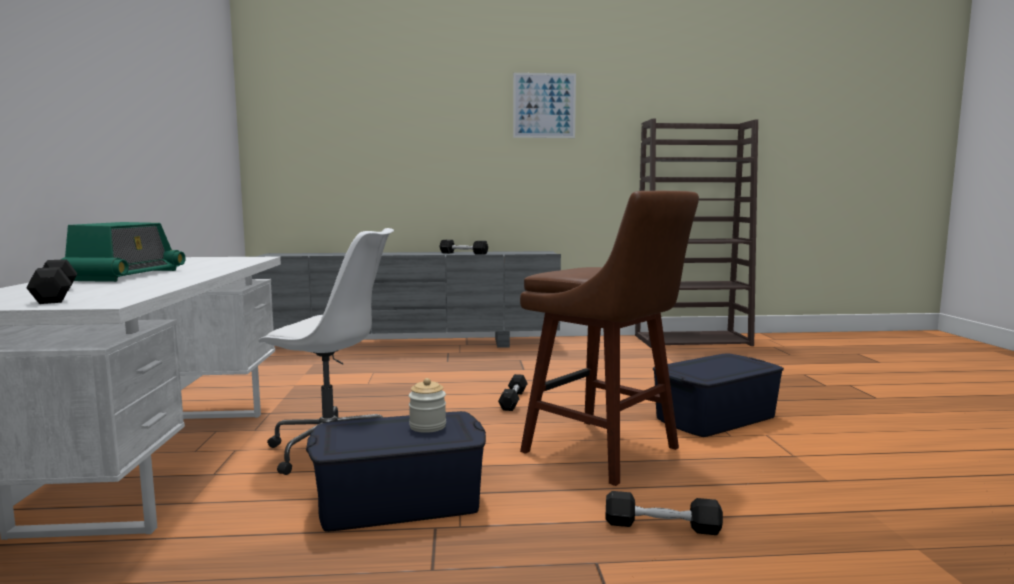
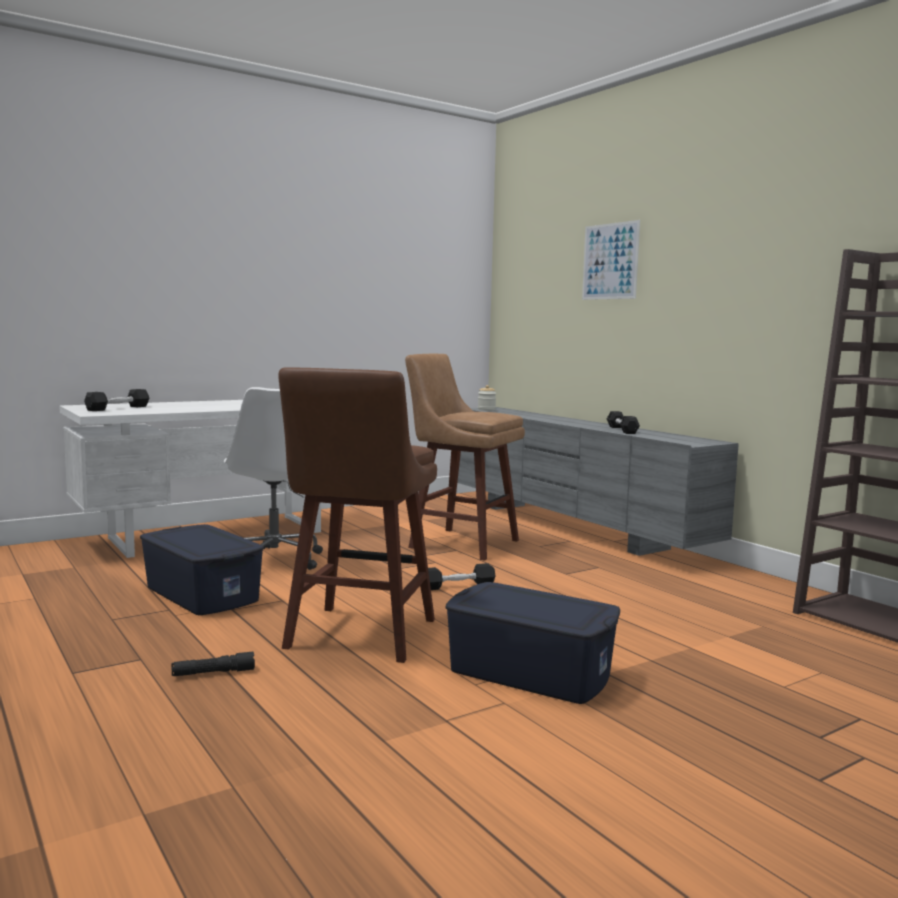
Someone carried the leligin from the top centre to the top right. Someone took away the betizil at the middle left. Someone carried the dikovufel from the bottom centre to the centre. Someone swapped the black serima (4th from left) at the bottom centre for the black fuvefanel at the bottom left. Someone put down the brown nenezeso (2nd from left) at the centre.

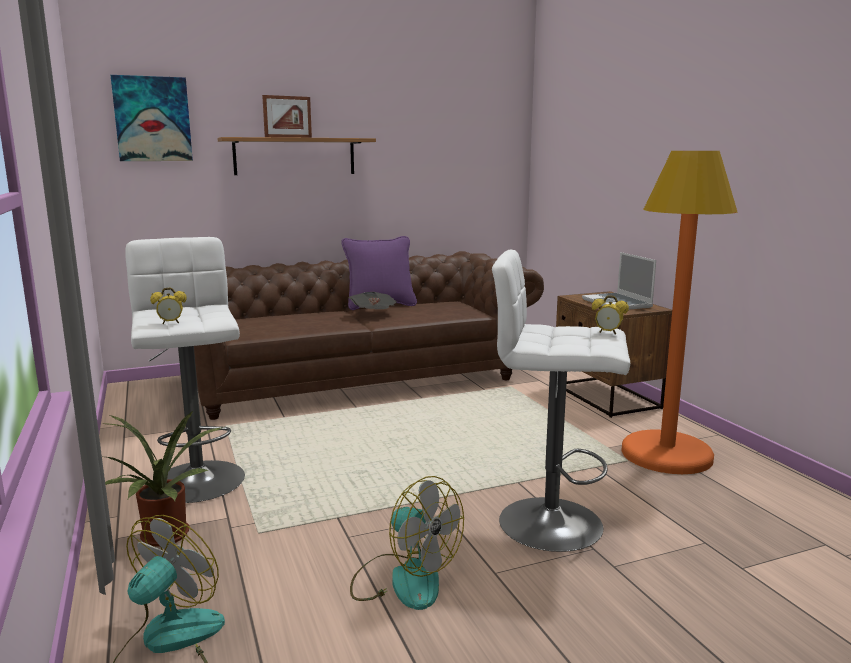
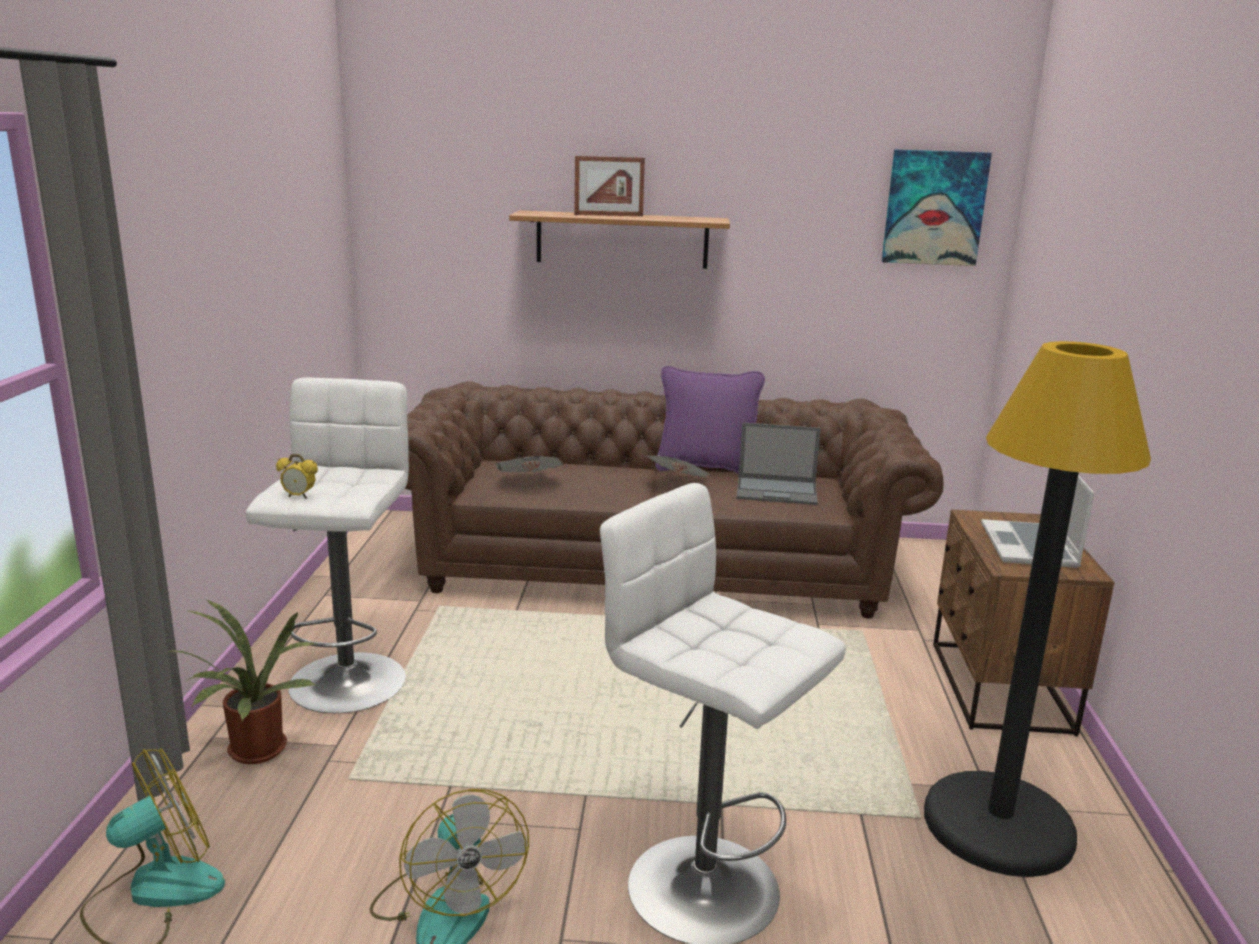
Someone carried the leligin from the top left to the top right. Someone repainted the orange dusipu at the middle right, which became the black dusipu at the middle right. Someone took away the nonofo (2nd from left) at the middle right. Someone put down the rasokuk (1st from left) at the centre. Someone put down the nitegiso (1st from left) at the centre.

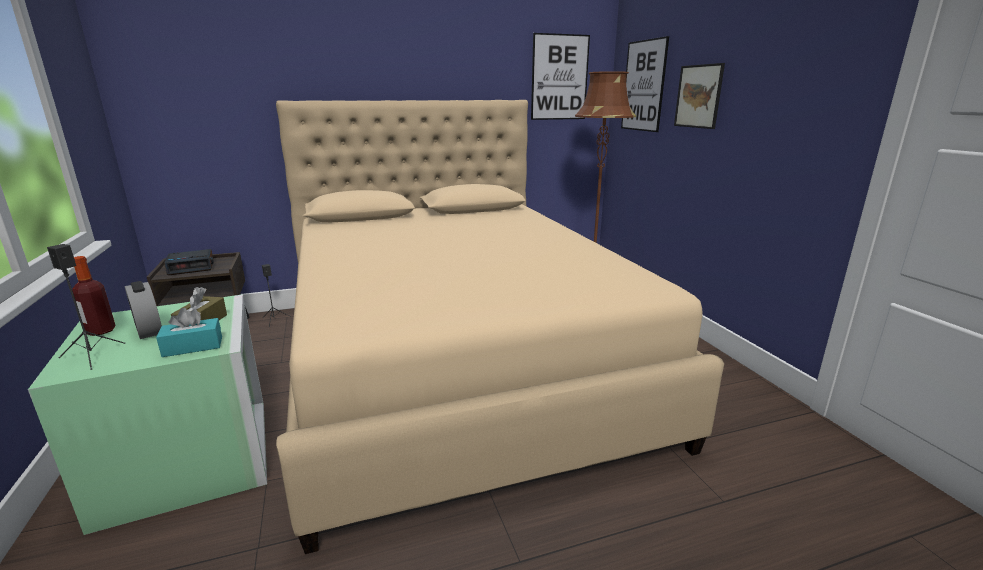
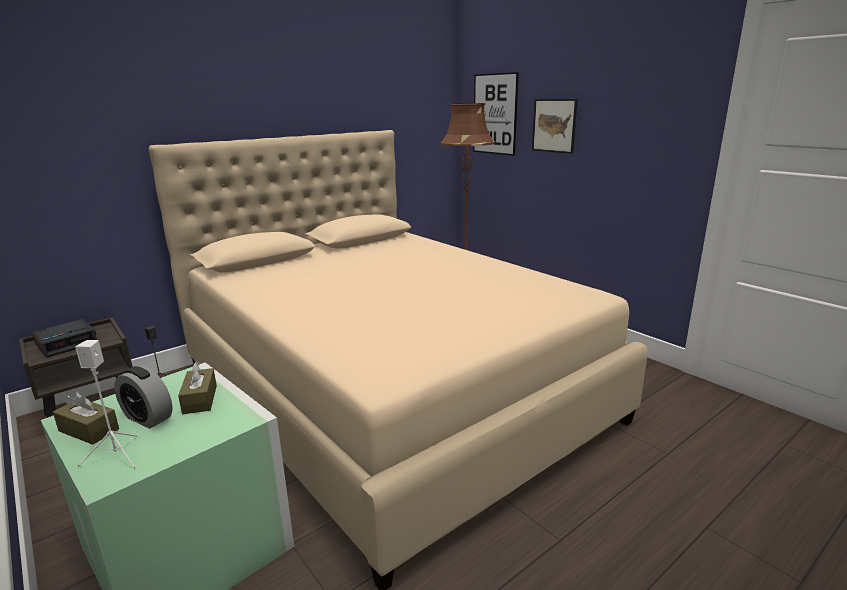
Someone took away the leligin (1st from left) at the top centre. Someone repainted the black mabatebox (1st from left) at the middle left, which became the white mabatebox at the bottom left. Someone swapped the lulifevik at the middle left for the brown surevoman (1st from left) at the bottom left. Someone took away the turquoise surevoman at the middle left.

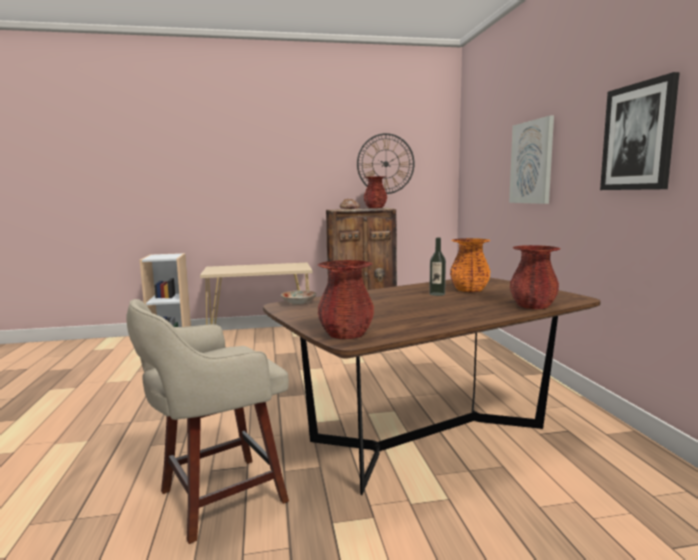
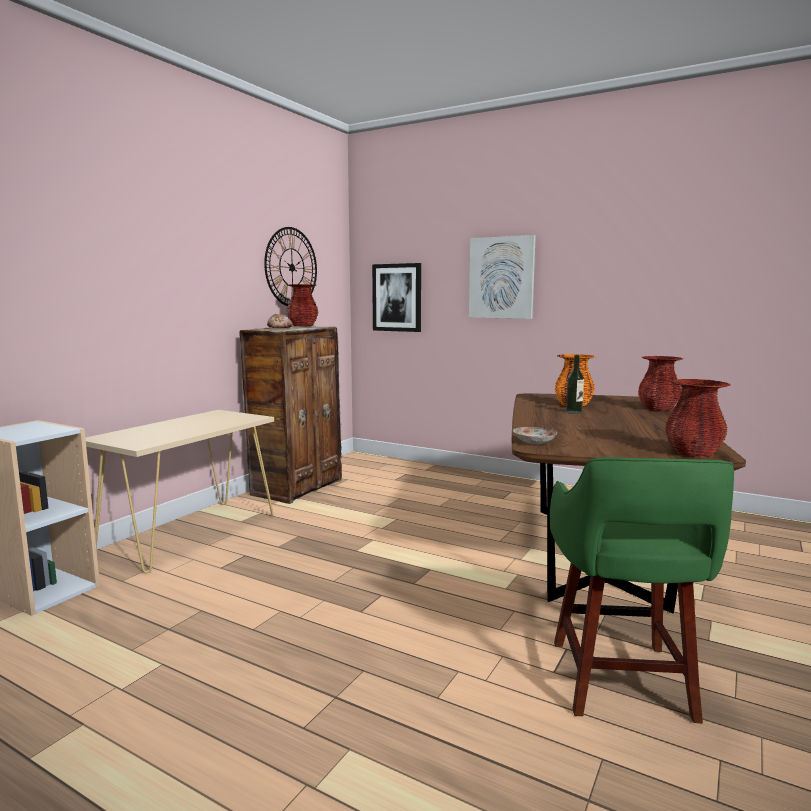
Someone carried the leligin (2nd from left in the first image) from the top right to the centre. Someone repainted the beige nenezeso at the bottom left, which became the green nenezeso at the bottom right.

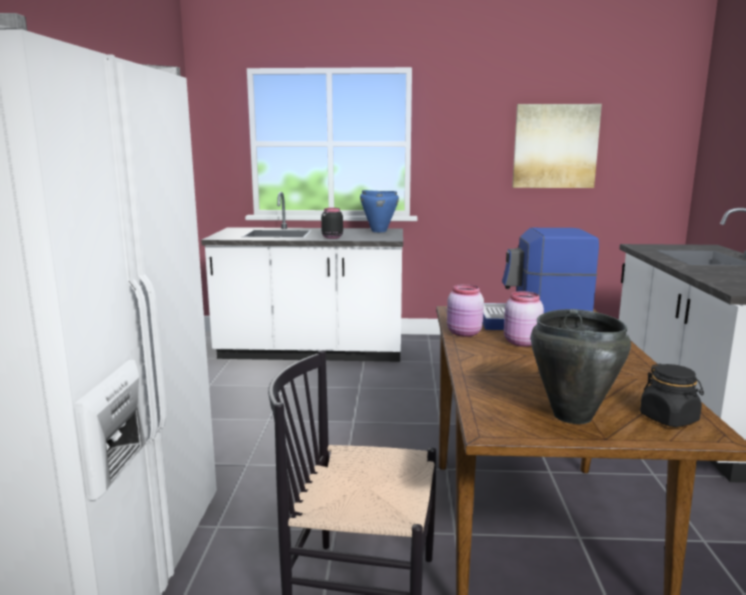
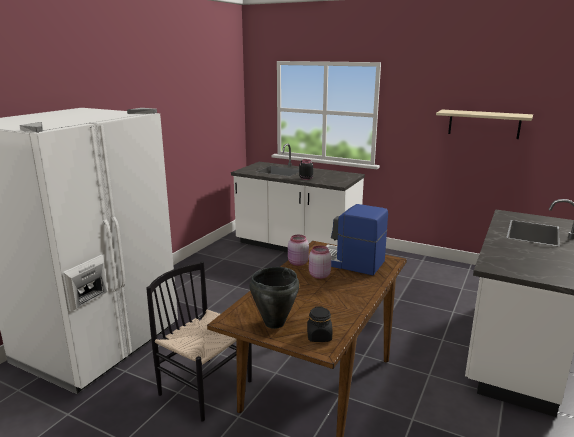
Someone swapped the leligin at the top right for the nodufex at the top right. Someone took away the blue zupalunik at the centre.

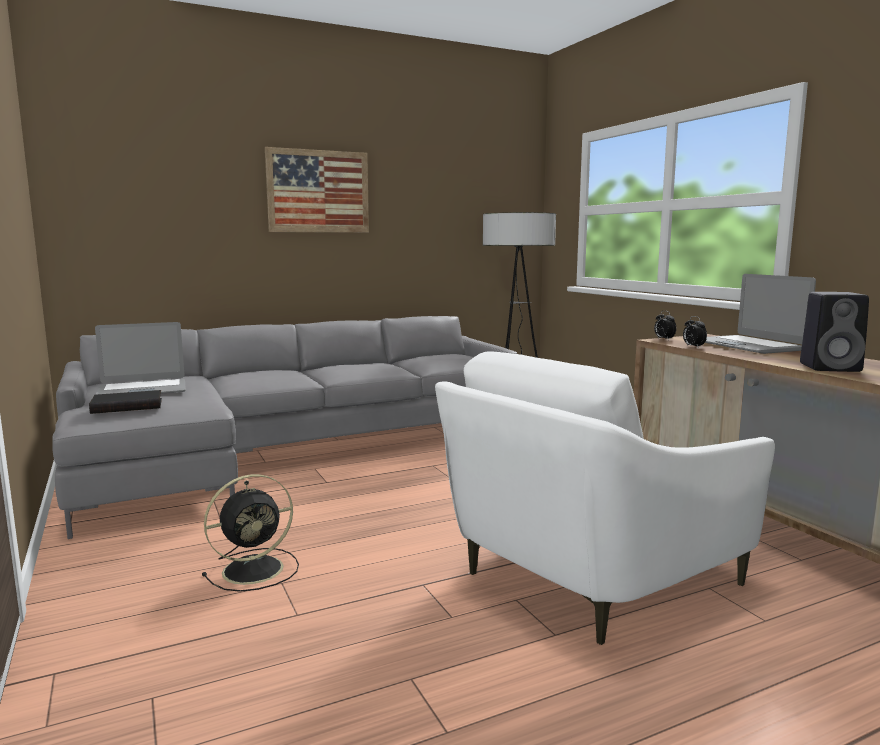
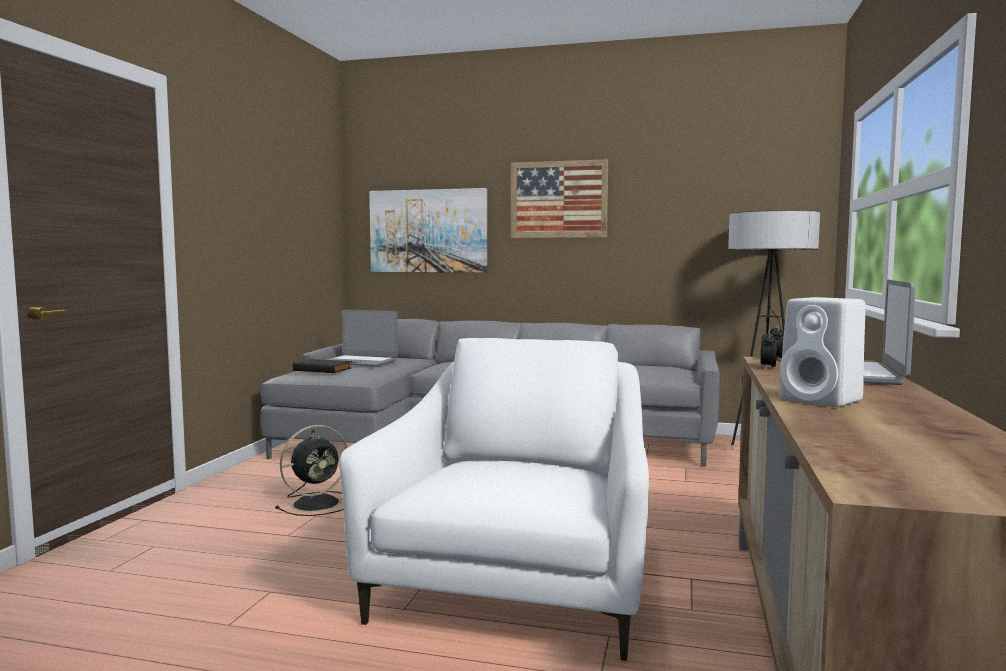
Someone repainted the black mabatebox at the middle right, which became the white mabatebox at the middle right. Someone rotated the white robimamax at the bottom right by 105 degrees clockwise. Someone rotated the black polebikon at the bottom left by 45 degrees counterclockwise. Someone put up the leligin (1st from left) at the centre.

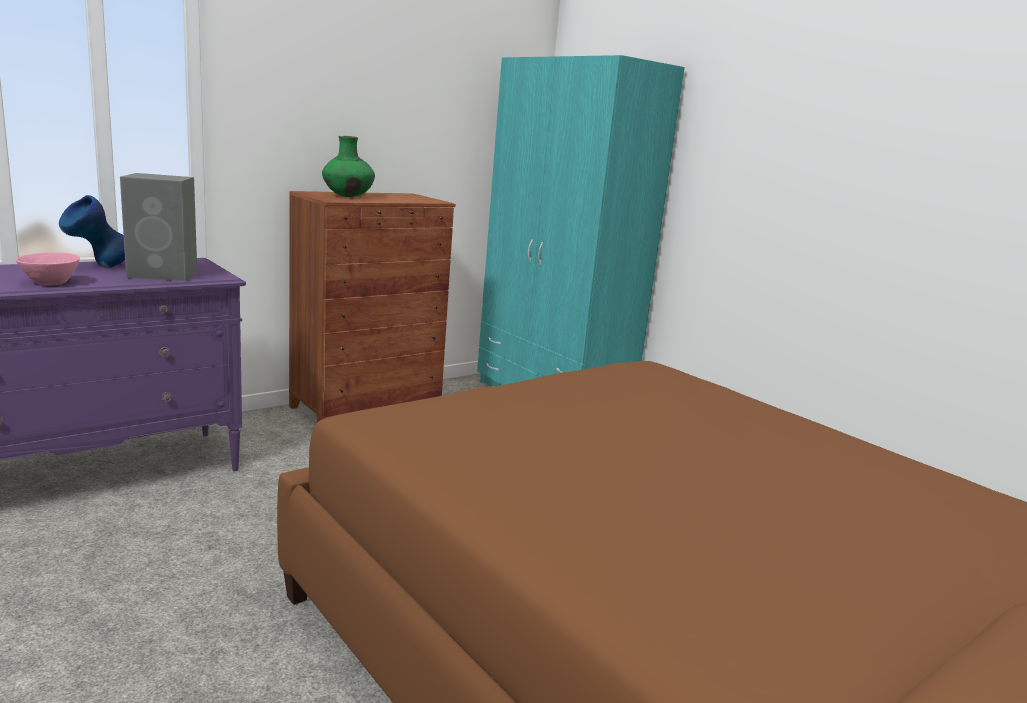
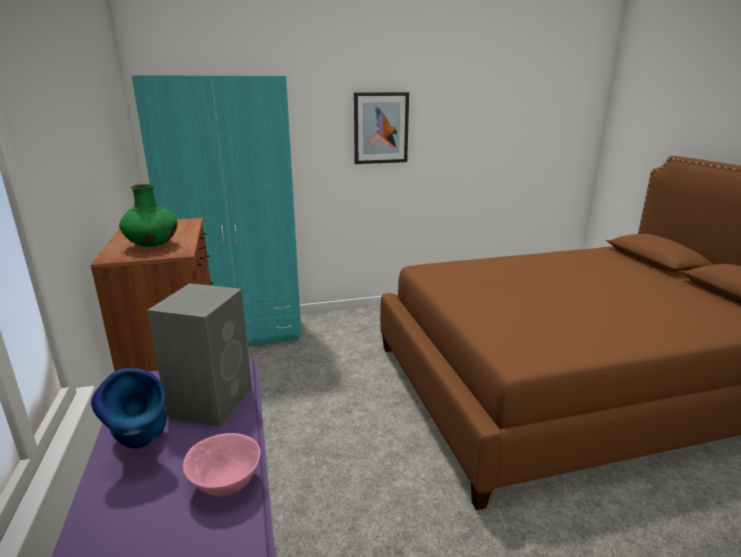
Someone put up the leligin at the top centre.

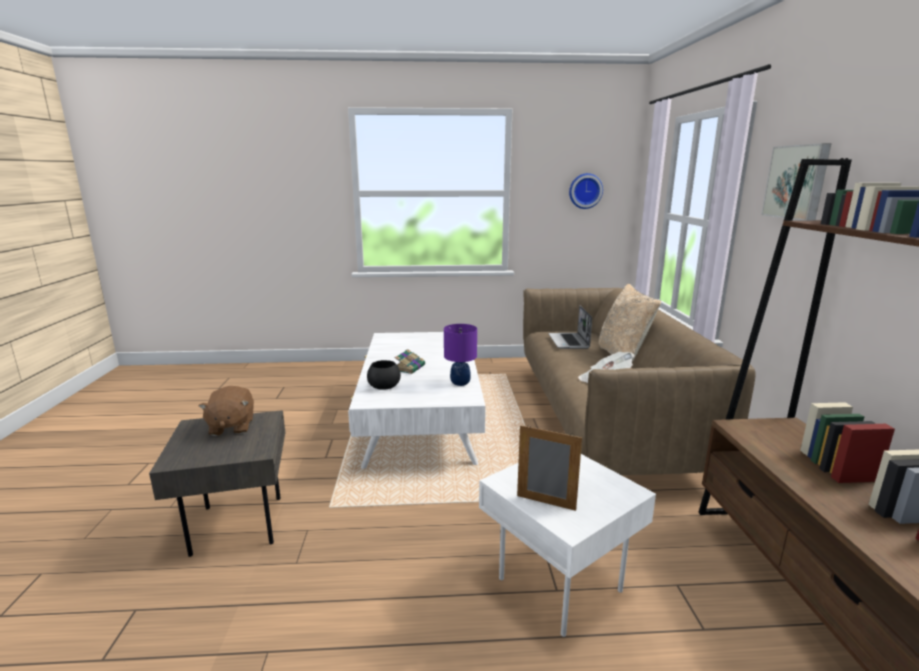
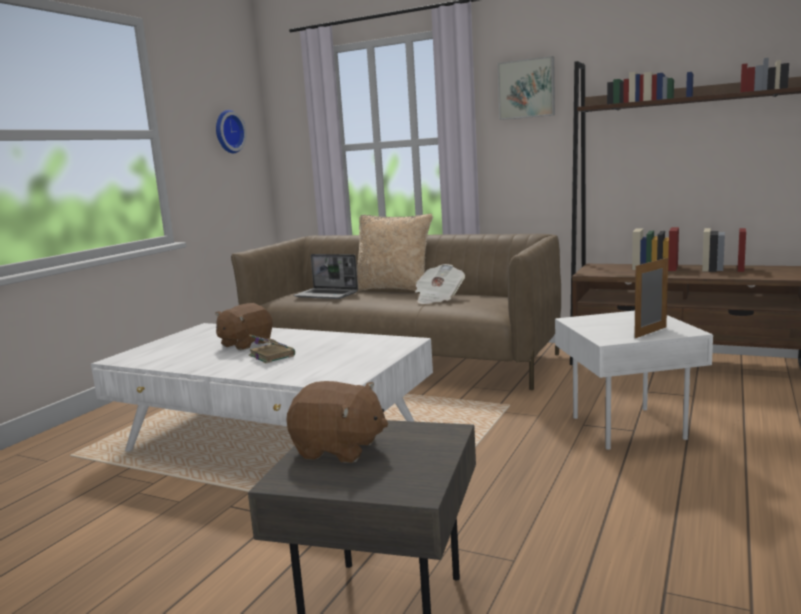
Someone took away the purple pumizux at the centre. Someone took away the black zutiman at the centre. Someone put down the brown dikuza (1st from left) at the middle left.

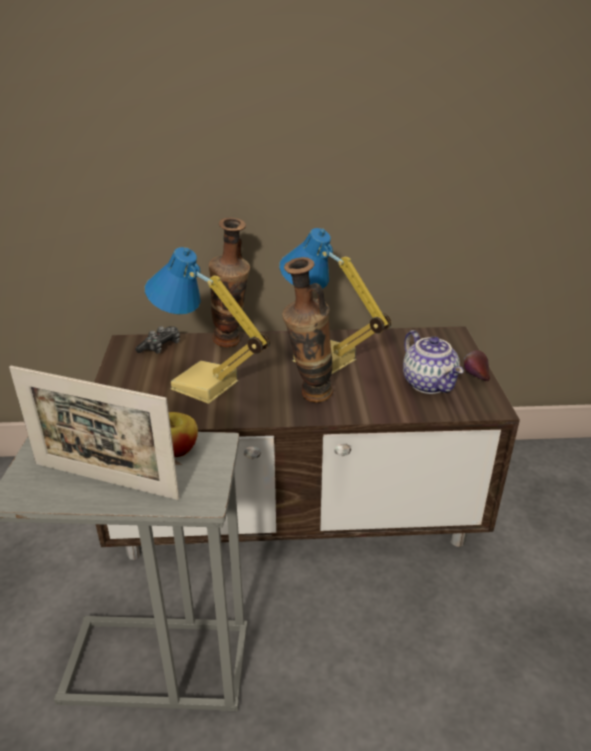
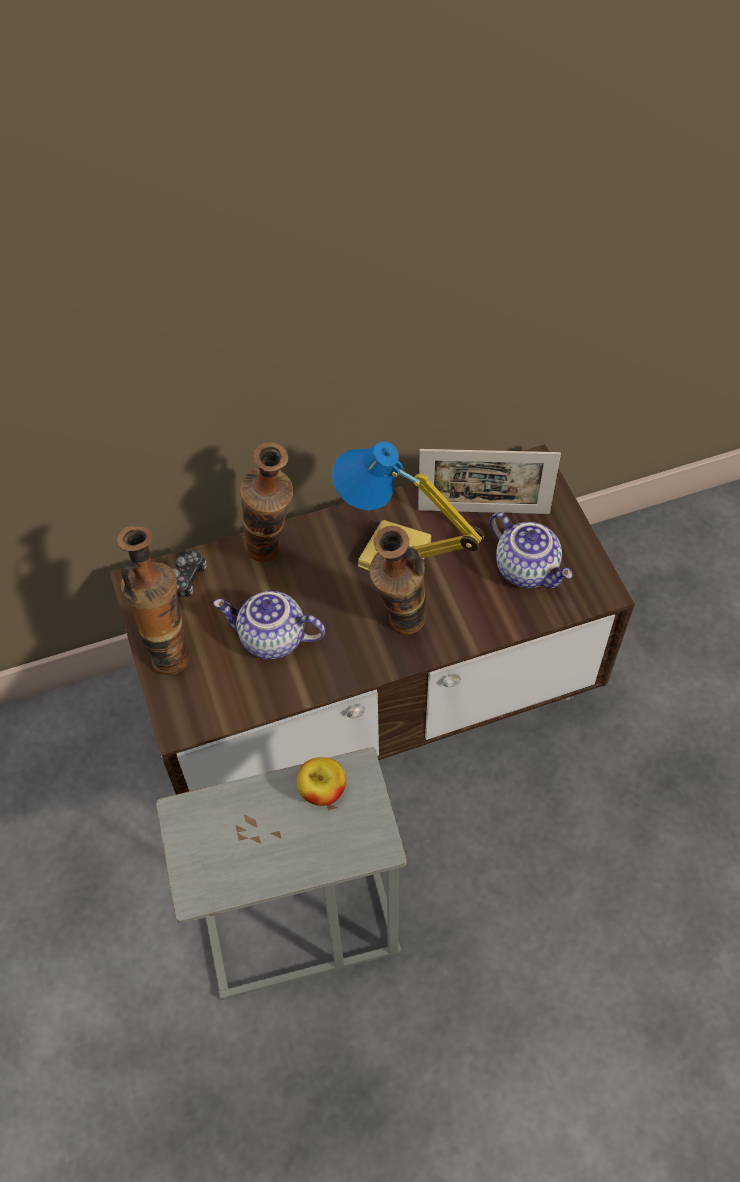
Someone swapped the pumizux (1st from left) at the centre for the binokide (1st from left) at the centre. Someone took away the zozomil (2nd from left) at the middle right. Someone carried the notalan from the middle left to the centre. Someone put down the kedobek (1st from left) at the middle left.

